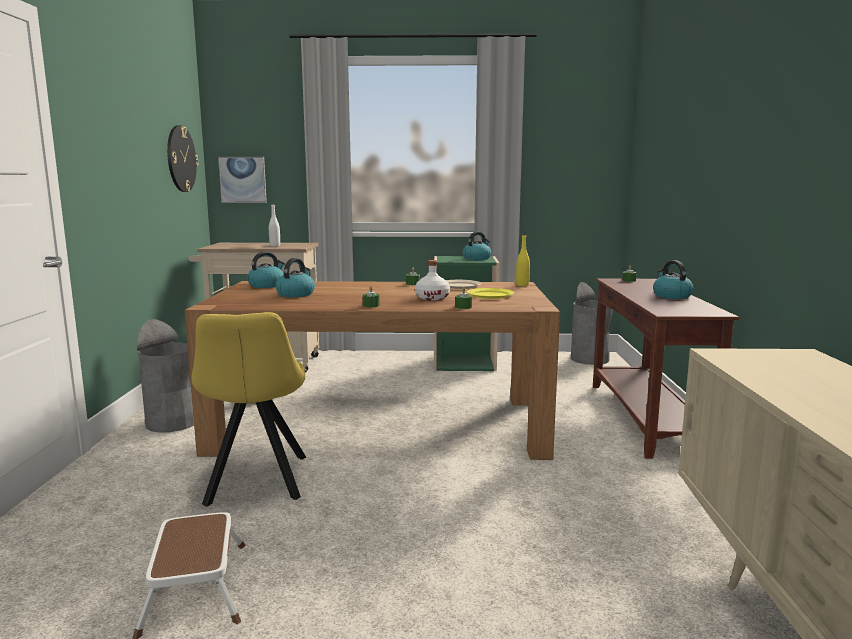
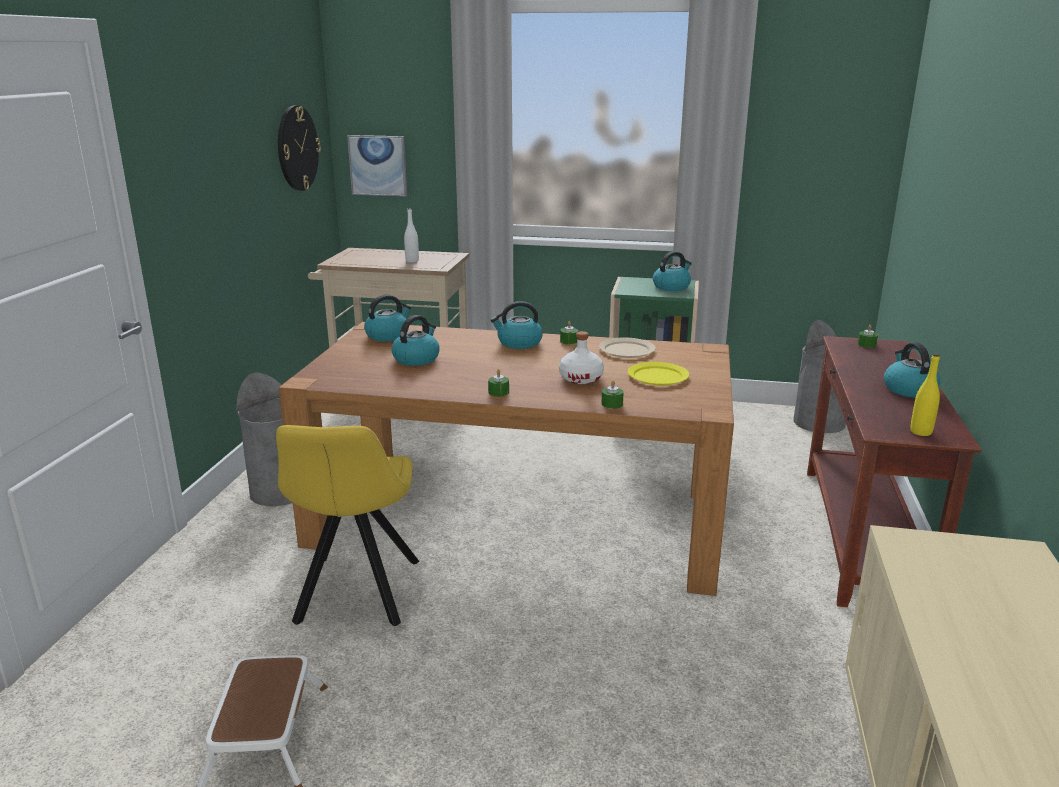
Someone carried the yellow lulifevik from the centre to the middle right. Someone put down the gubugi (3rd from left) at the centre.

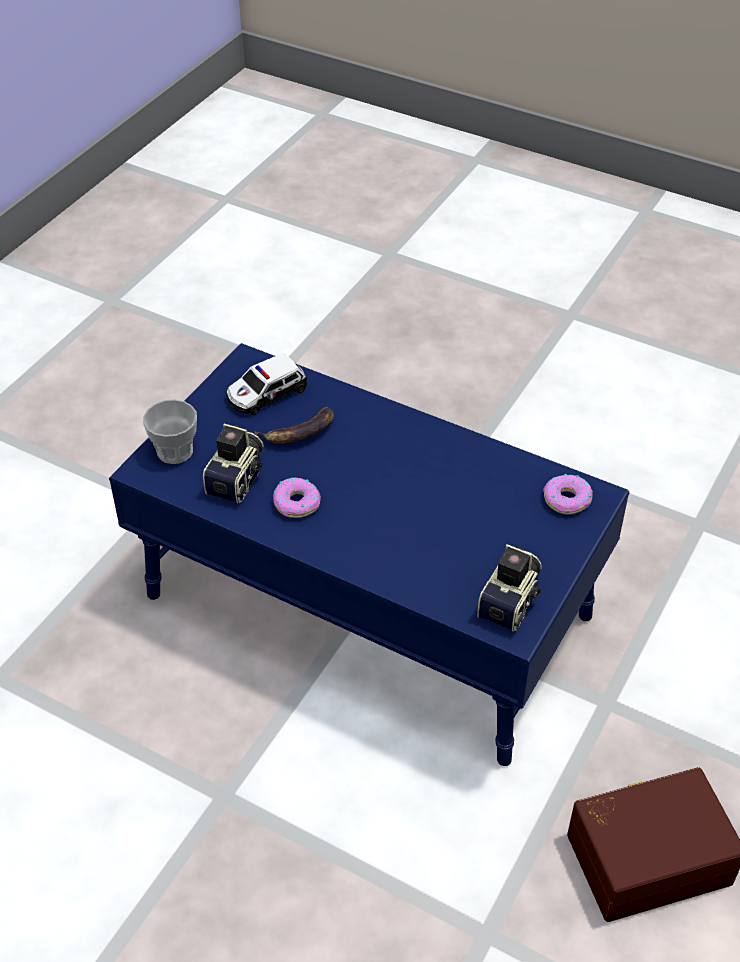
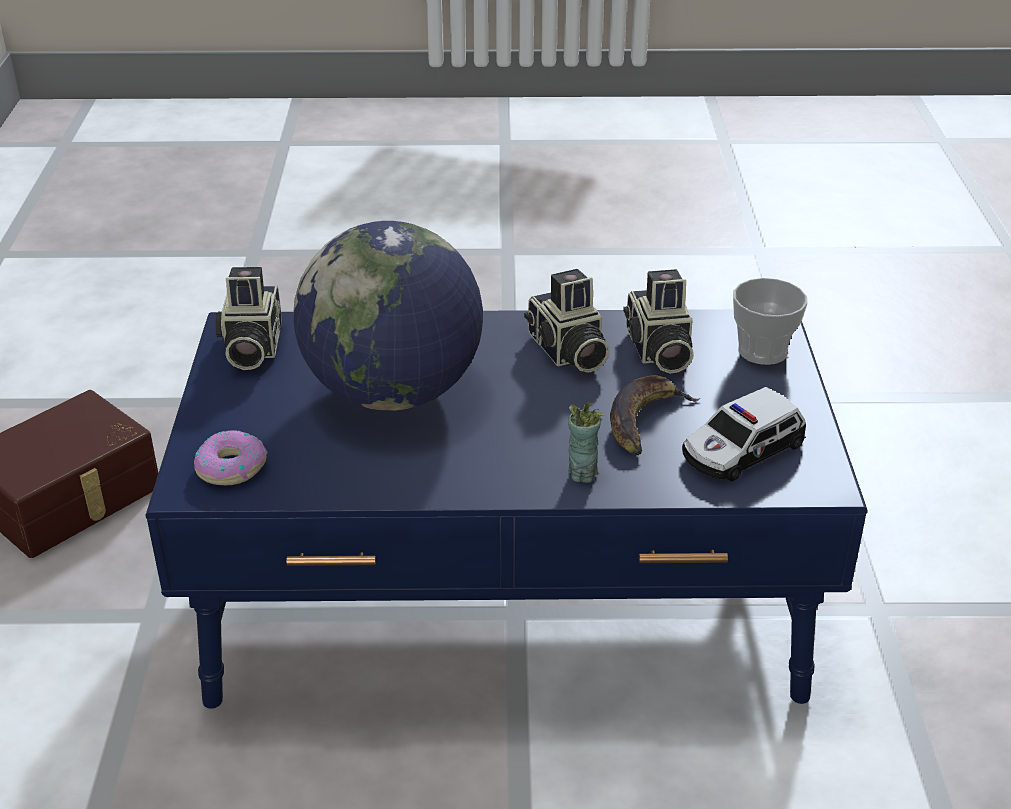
Someone rotated the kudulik at the centre by 150 degrees counterclockwise. Someone swapped the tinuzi (1st from left) at the centre for the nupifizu (2nd from left) at the centre. Someone put down the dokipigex at the centre. Someone put down the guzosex (1st from left) at the centre.

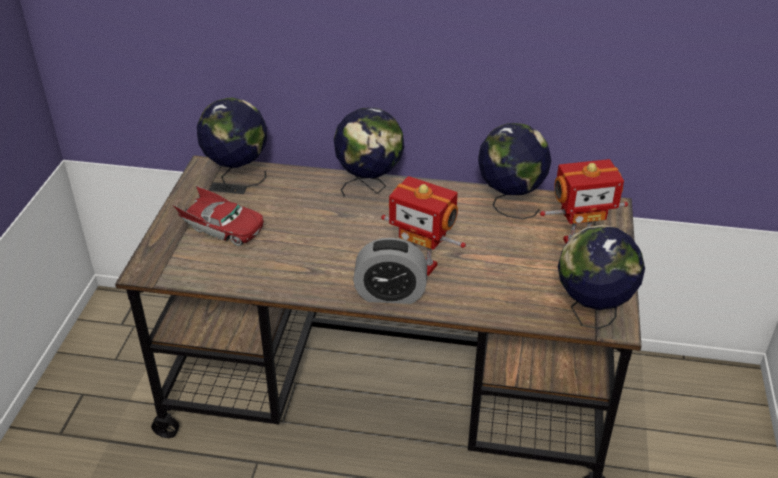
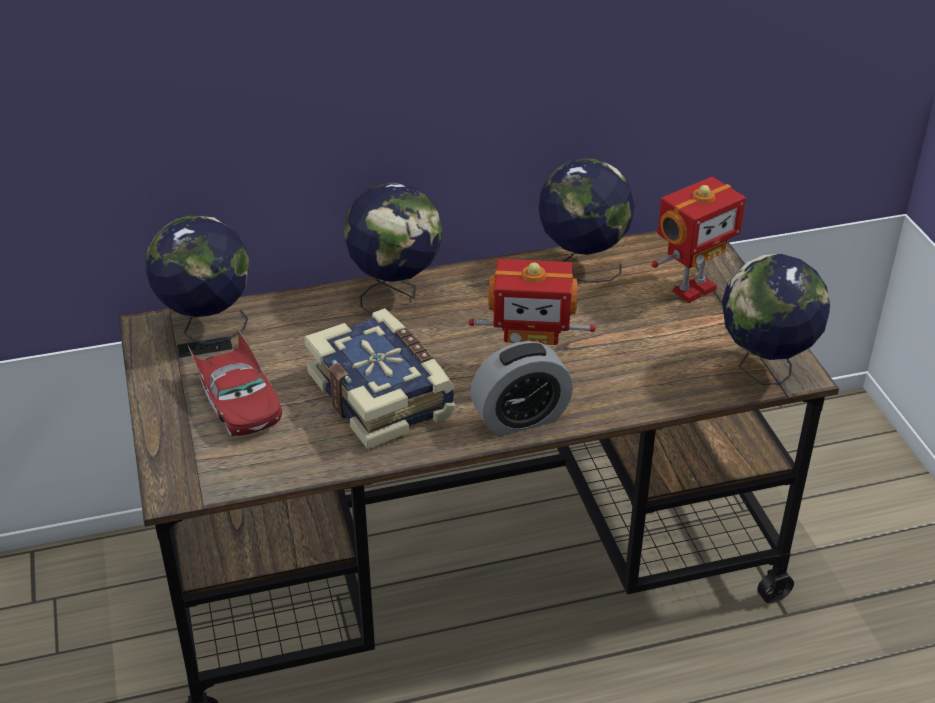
Someone rotated the red kudulik at the middle left by 60 degrees clockwise. Someone put down the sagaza at the centre.

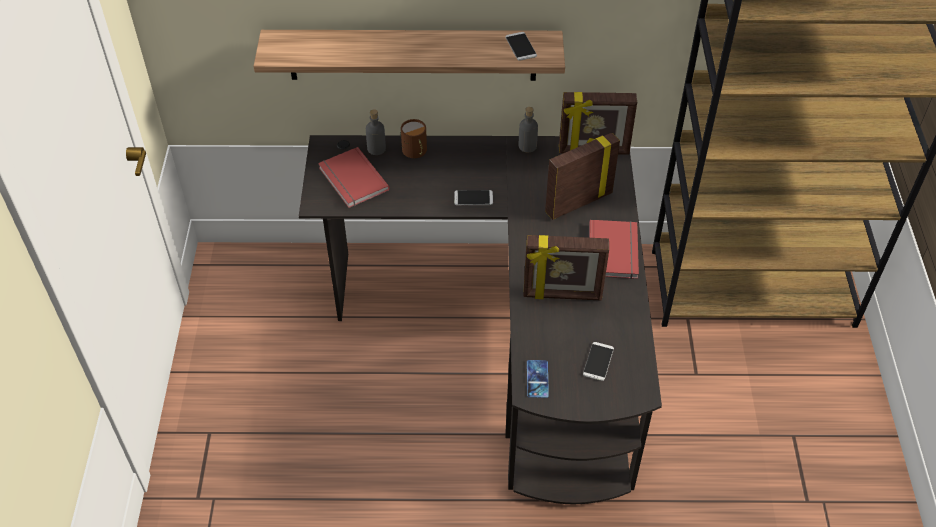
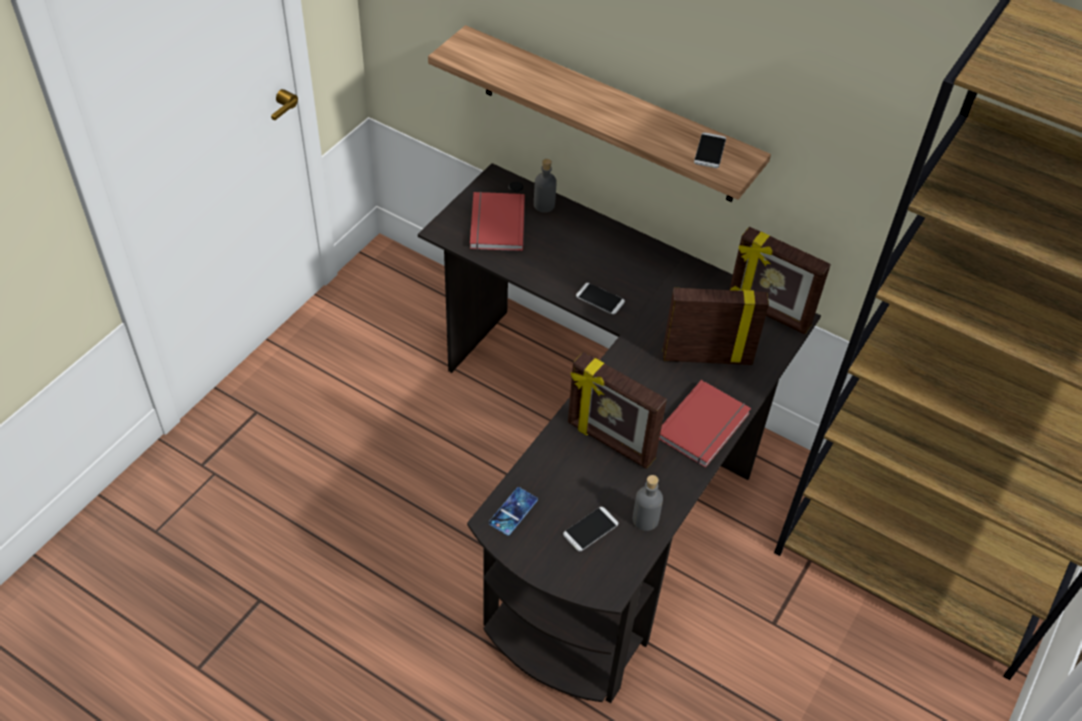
Someone carried the grey lulifevik (2nd from left) from the top centre to the bottom centre. Someone took away the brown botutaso at the top centre.

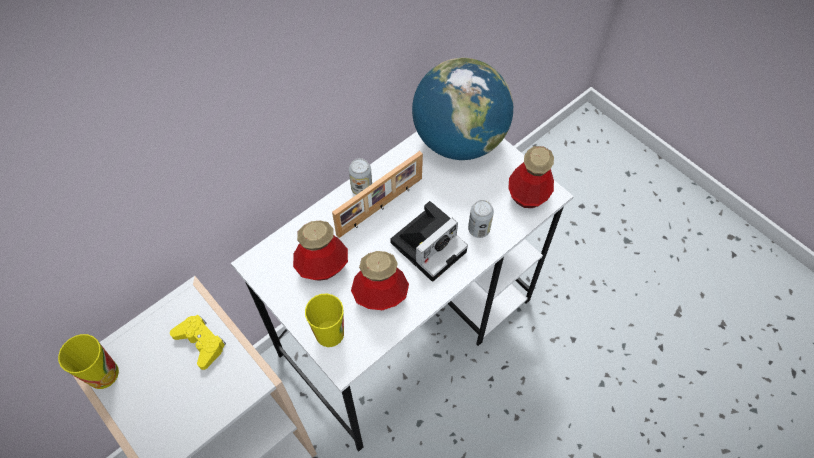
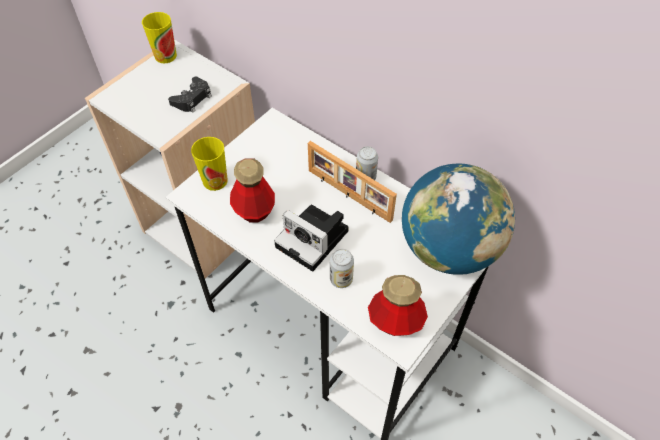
Someone took away the lulifevik (1st from left) at the centre. Someone repainted the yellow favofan at the bottom left, which became the black favofan at the top left.

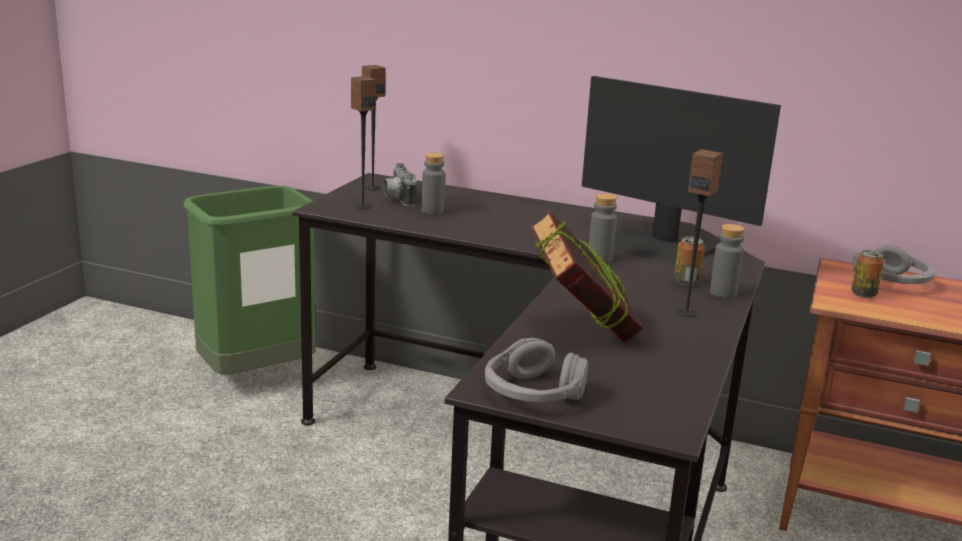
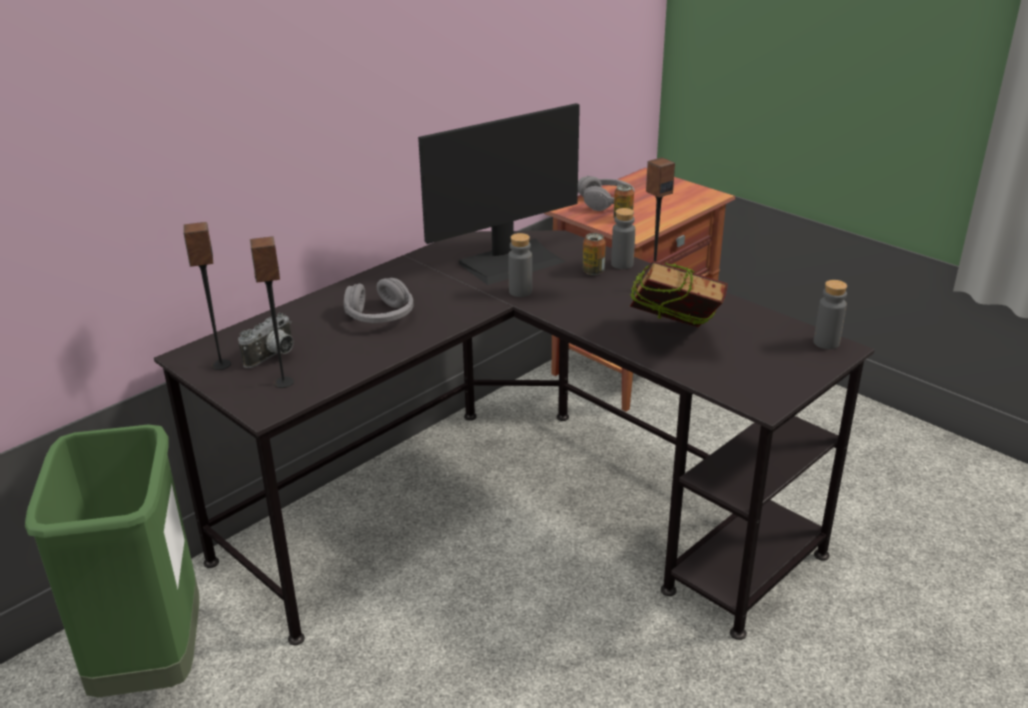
Someone carried the grey lulifevik (1st from left in the first image) from the centre to the middle right. Someone rotated the nupifizu at the centre by 60 degrees counterclockwise. Someone carried the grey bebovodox (1st from left) from the bottom centre to the centre.

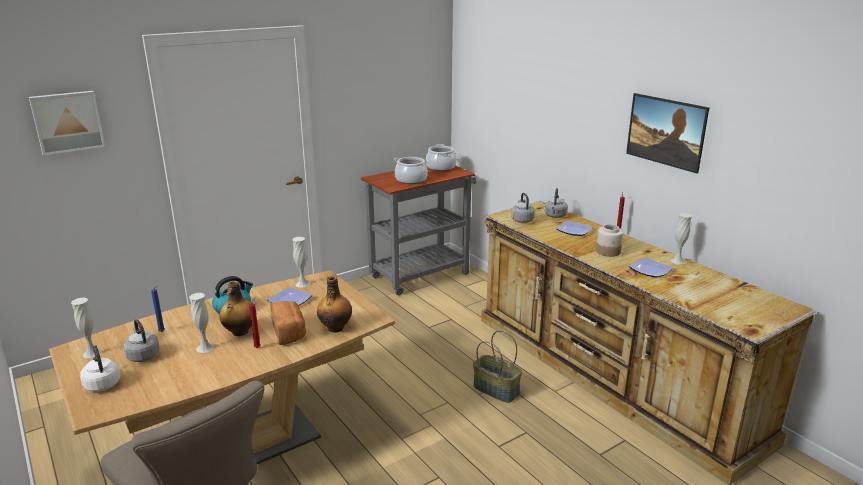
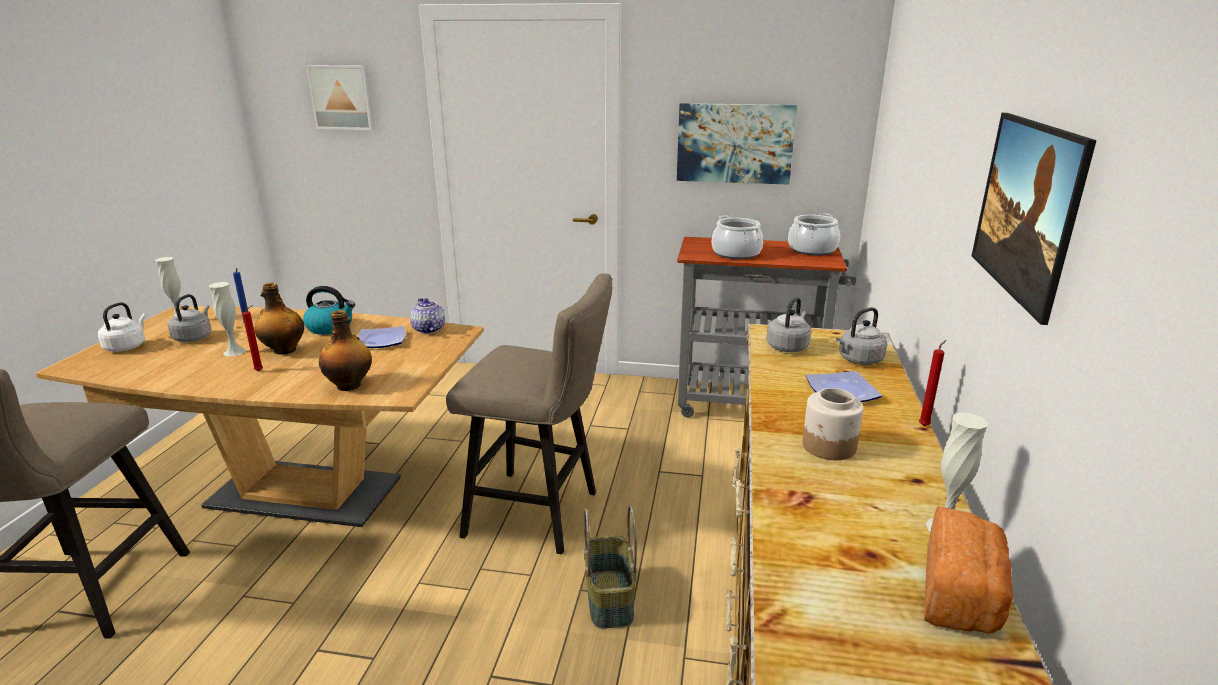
Someone swapped the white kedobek (3rd from left) at the centre for the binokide at the centre. Someone took away the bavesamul (3rd from left) at the middle right. Someone carried the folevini from the centre to the bottom right. Someone put up the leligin (2nd from left) at the top centre. Someone put down the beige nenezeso (2nd from left) at the centre.

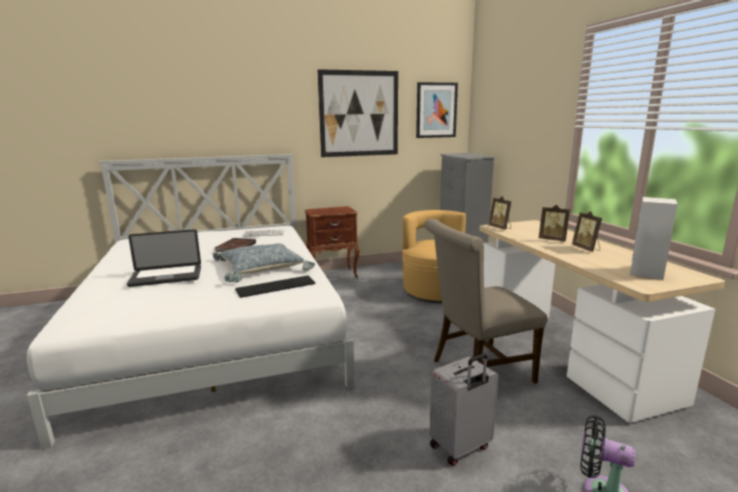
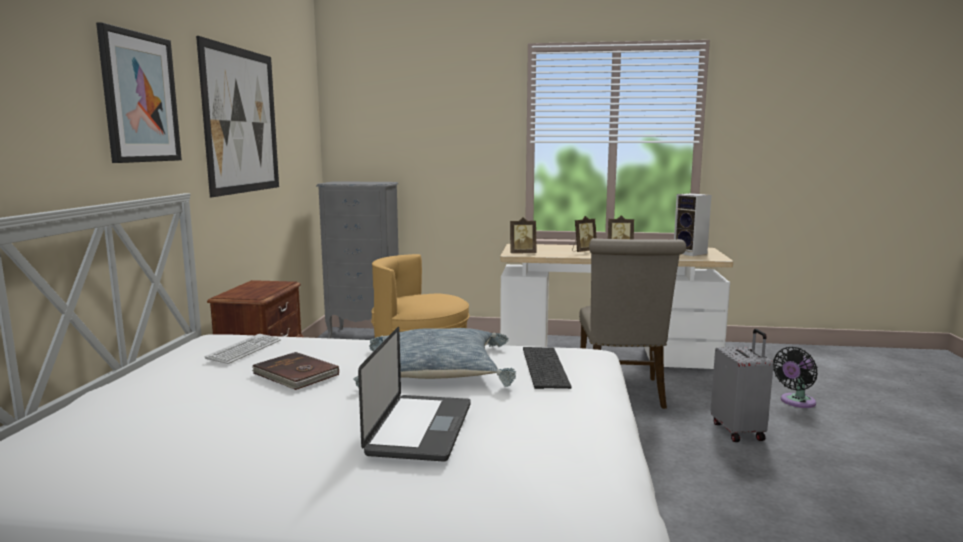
Someone carried the leligin (2nd from left in the first image) from the top centre to the top left.

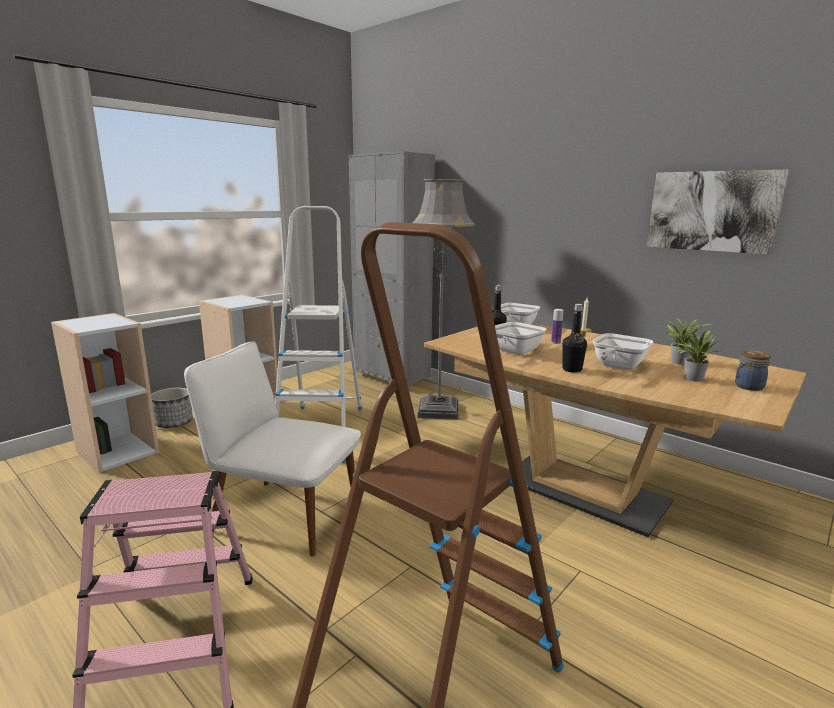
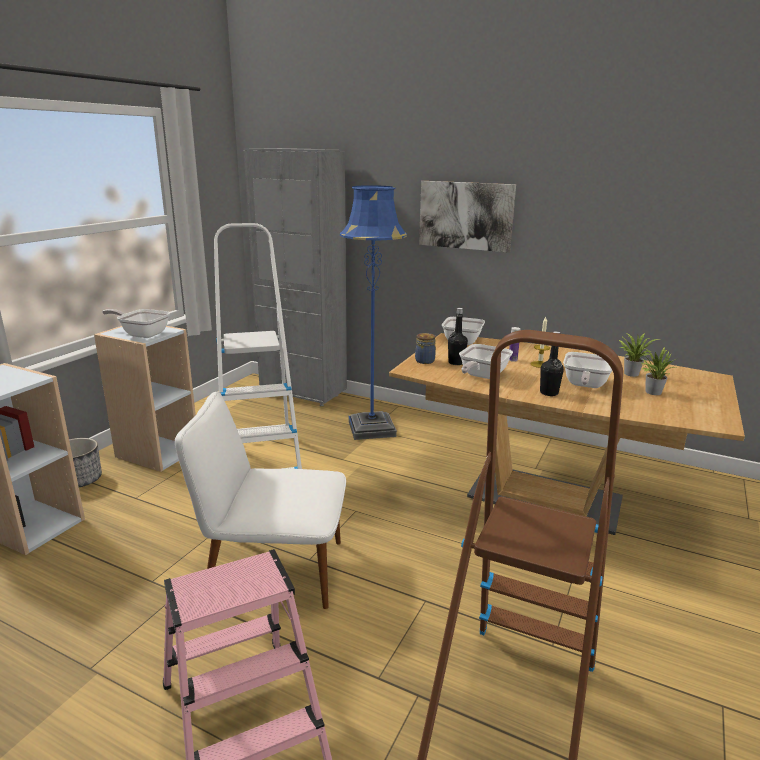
Someone carried the leligin from the top right to the top centre. Someone repainted the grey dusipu at the centre, which became the blue dusipu at the centre. Someone carried the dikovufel from the middle right to the centre. Someone put down the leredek (1st from left) at the middle left.

